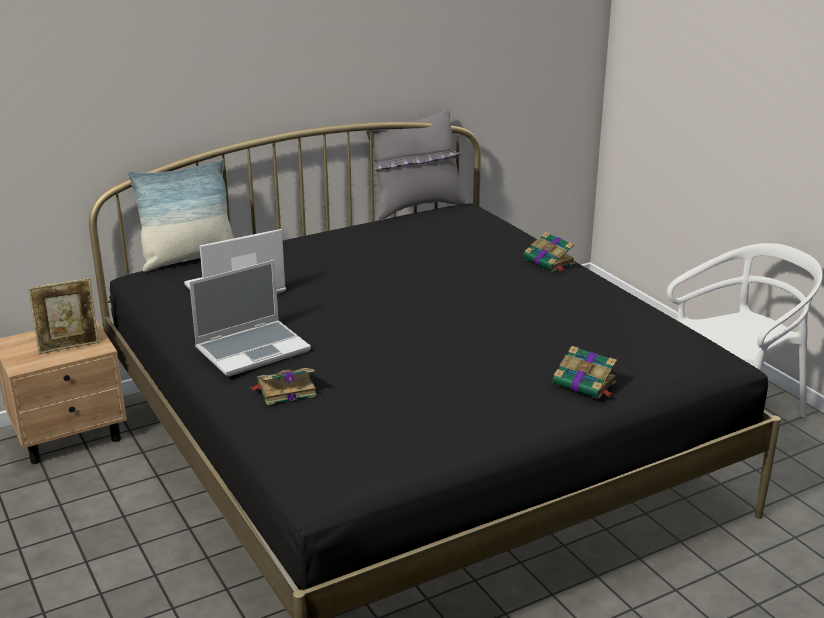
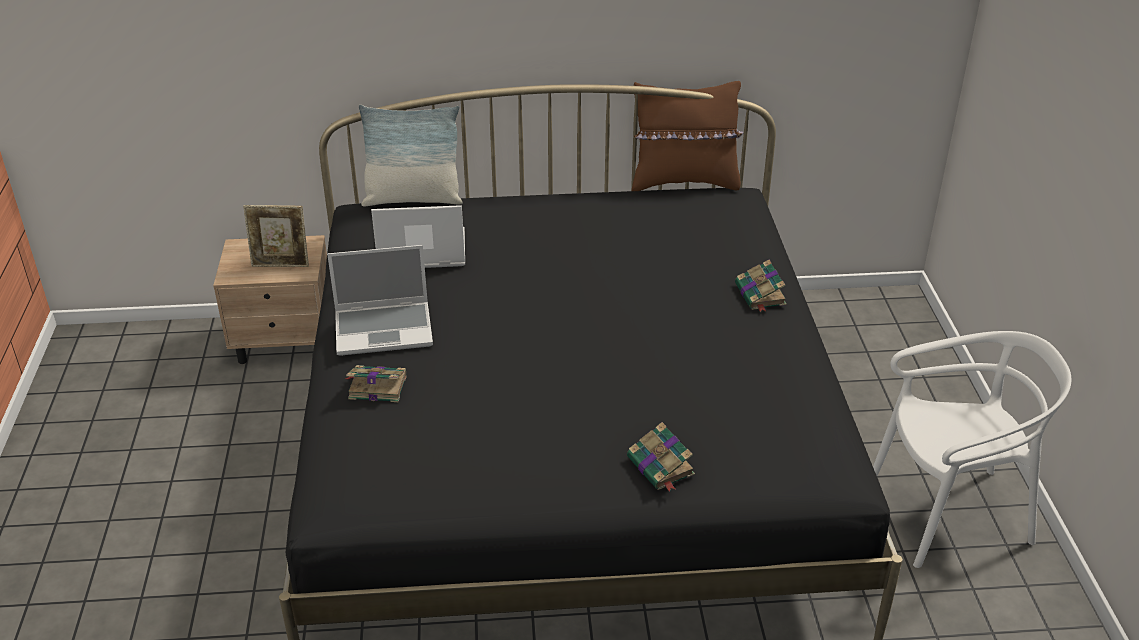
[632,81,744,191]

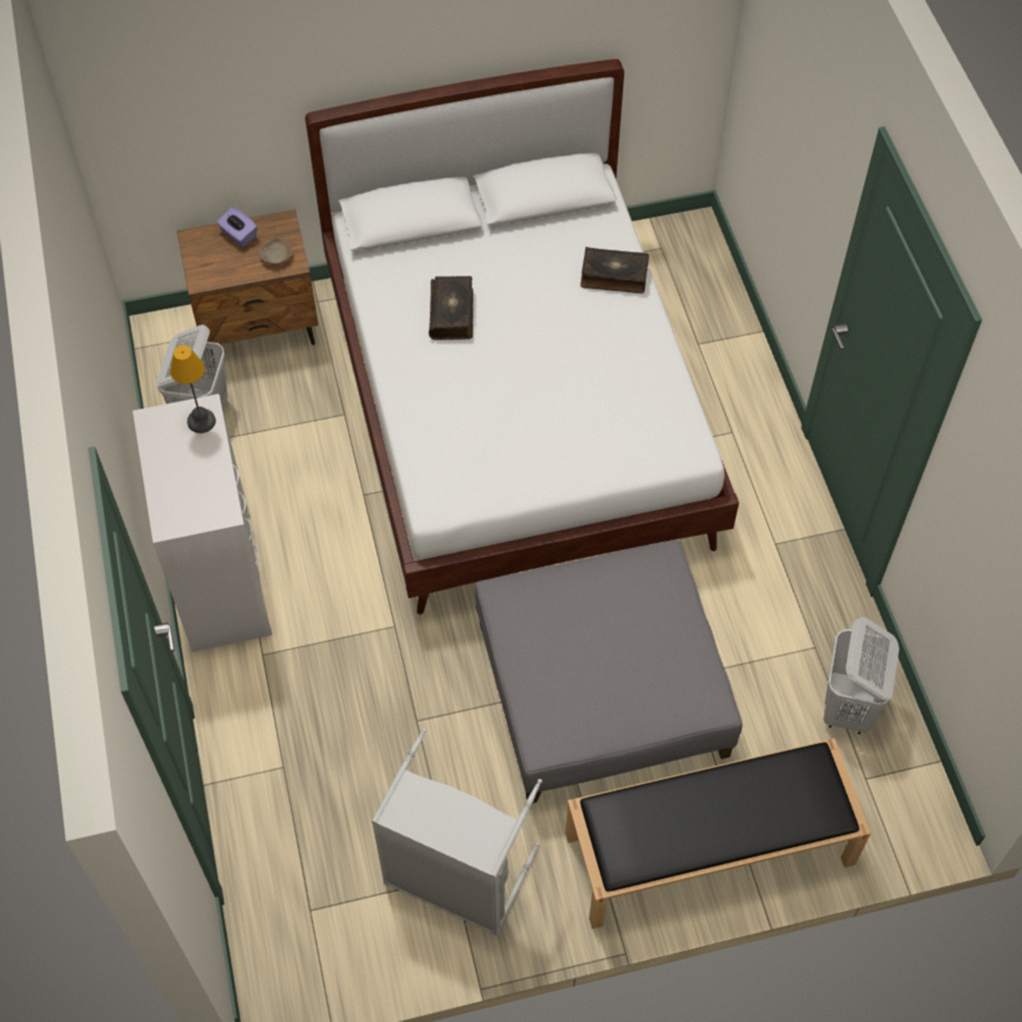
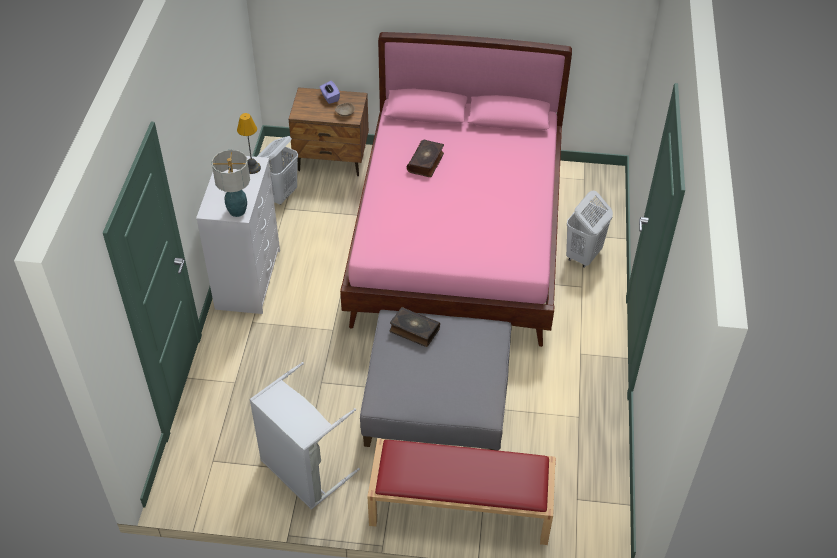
[340,32,572,347]
[390,307,440,347]
[566,191,613,268]
[367,438,556,545]
[212,150,250,217]

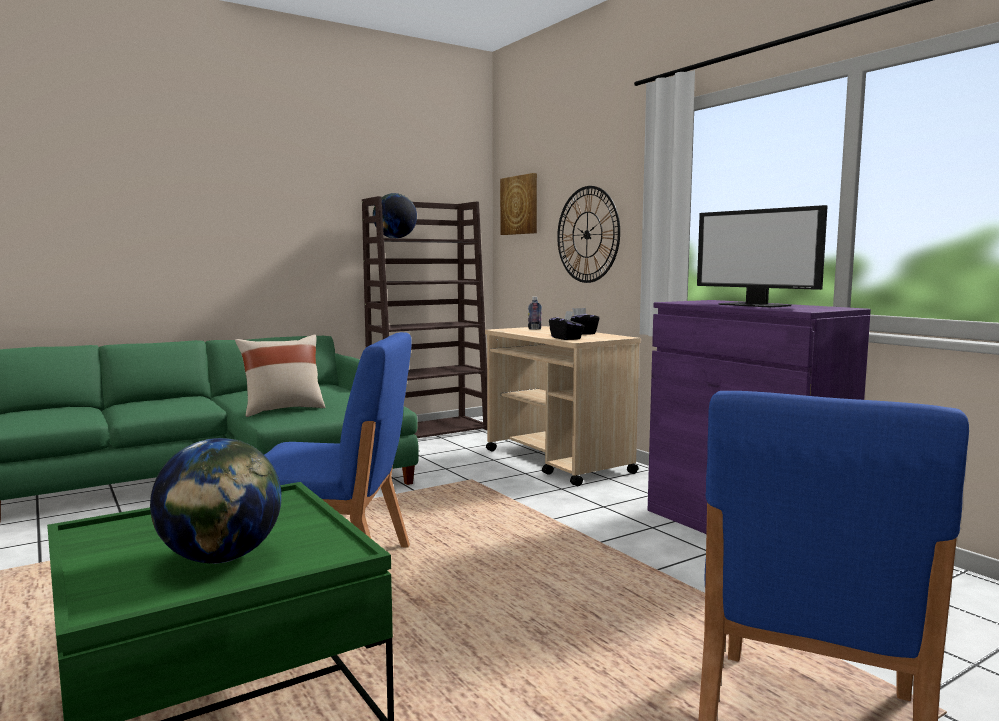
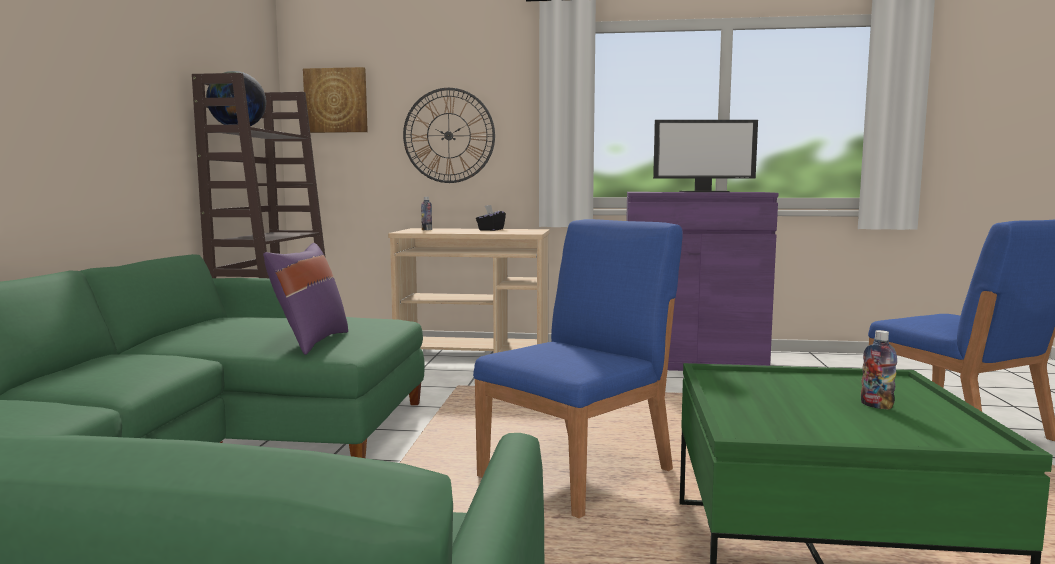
[549,311,585,340] (first image)
[263,243,348,355]
[861,330,897,410]

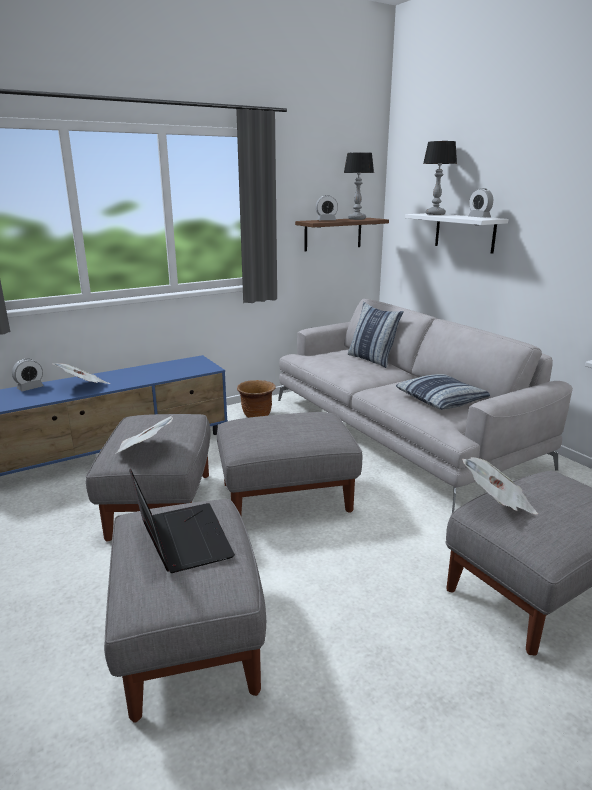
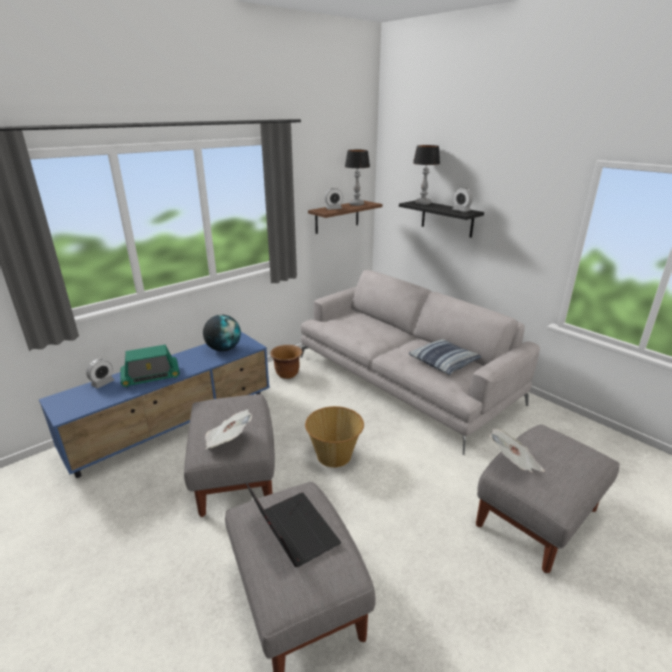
[399,201,484,238]
[348,302,404,368] (first image)
[121,345,180,388]
[305,406,364,467]
[203,315,241,352]

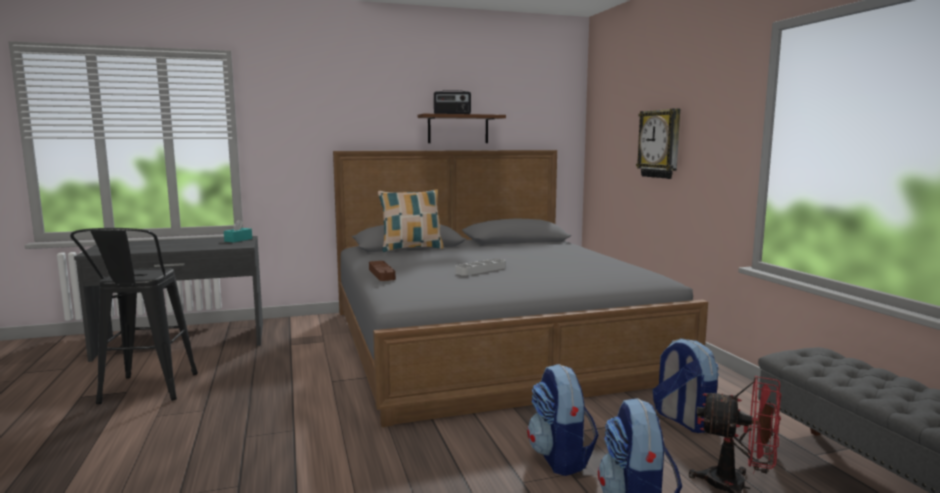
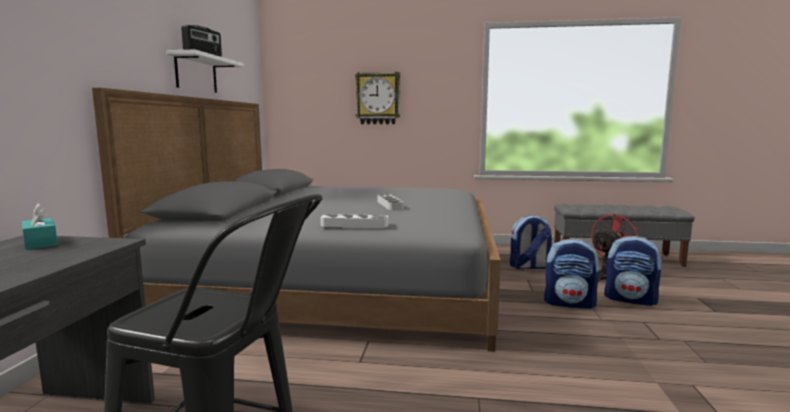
[166,50,244,93]
[378,189,443,252] (first image)
[321,214,388,228]

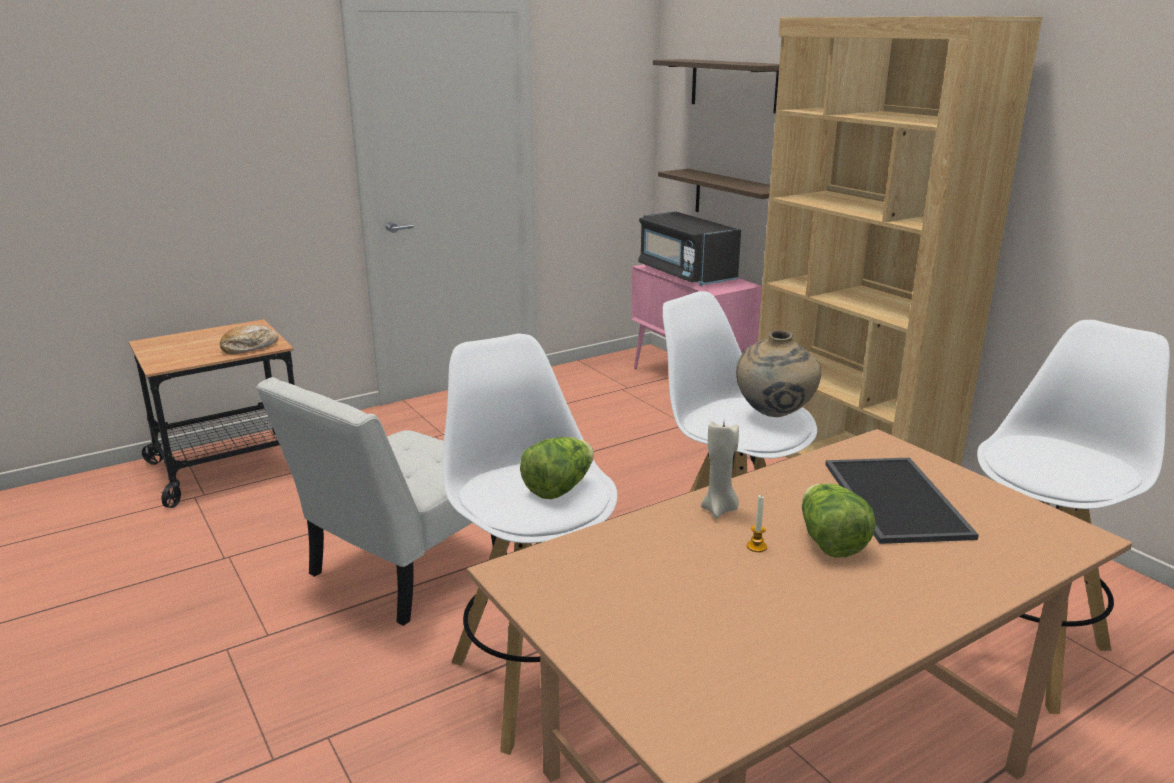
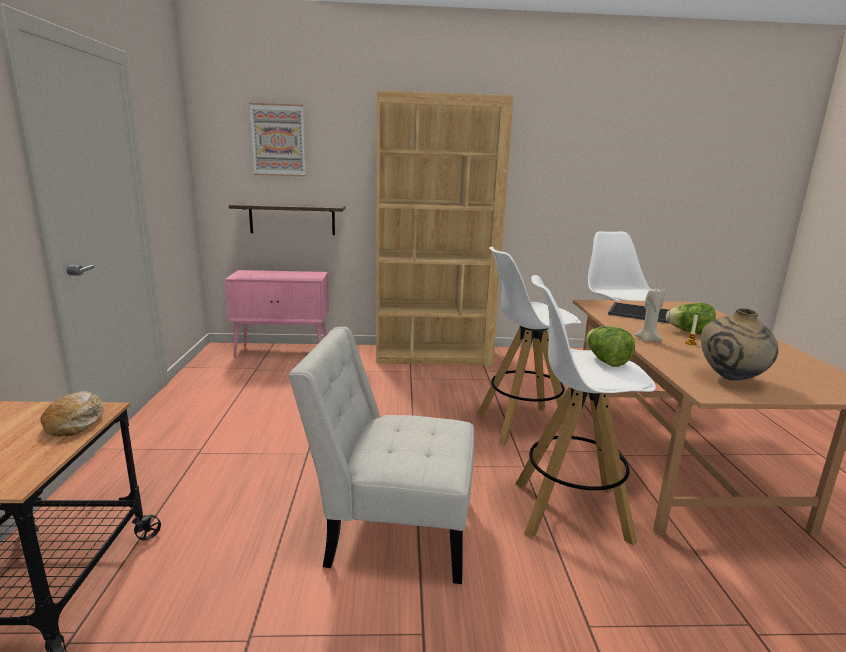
[250,103,306,176]
[638,212,741,286] (first image)
[701,308,778,381]
[289,327,474,584]

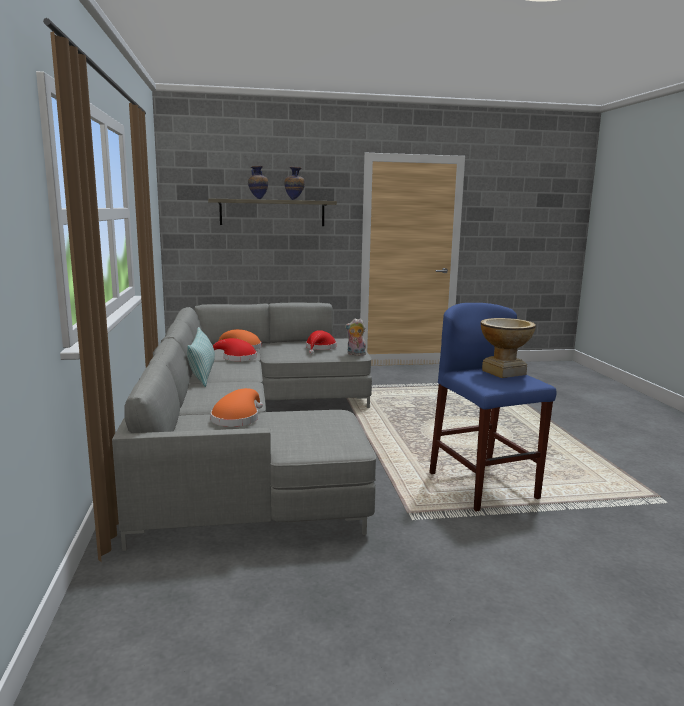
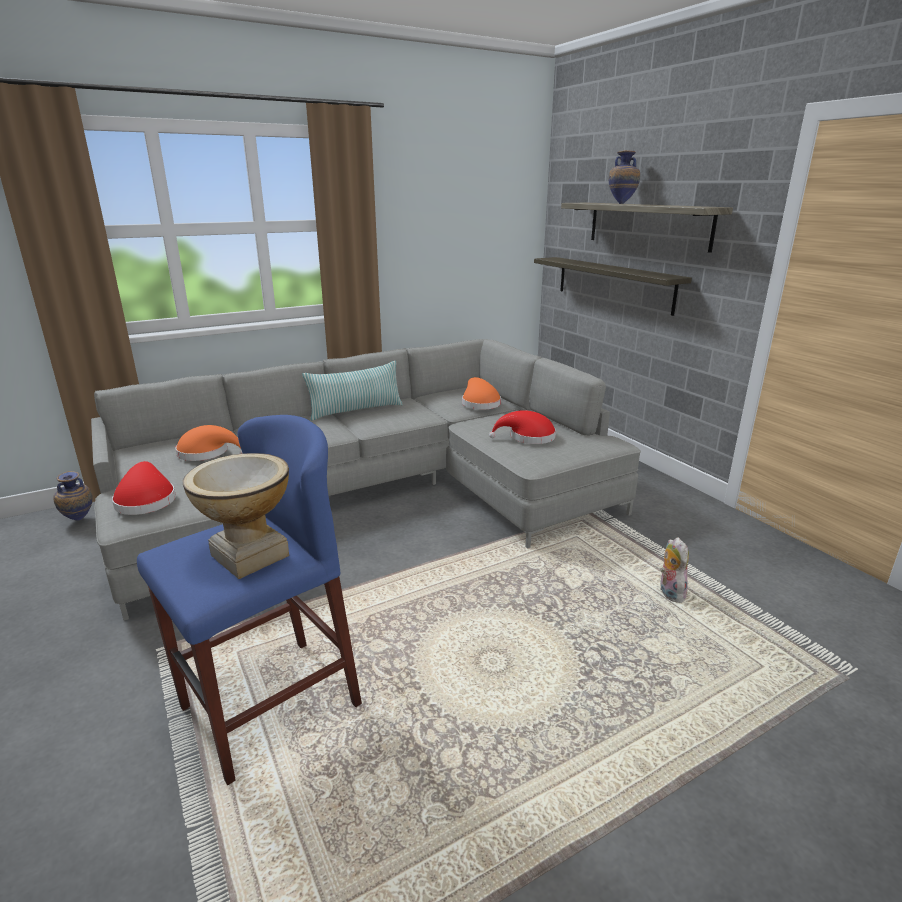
[54,471,92,521]
[660,537,689,603]
[112,461,176,515]
[534,257,692,316]

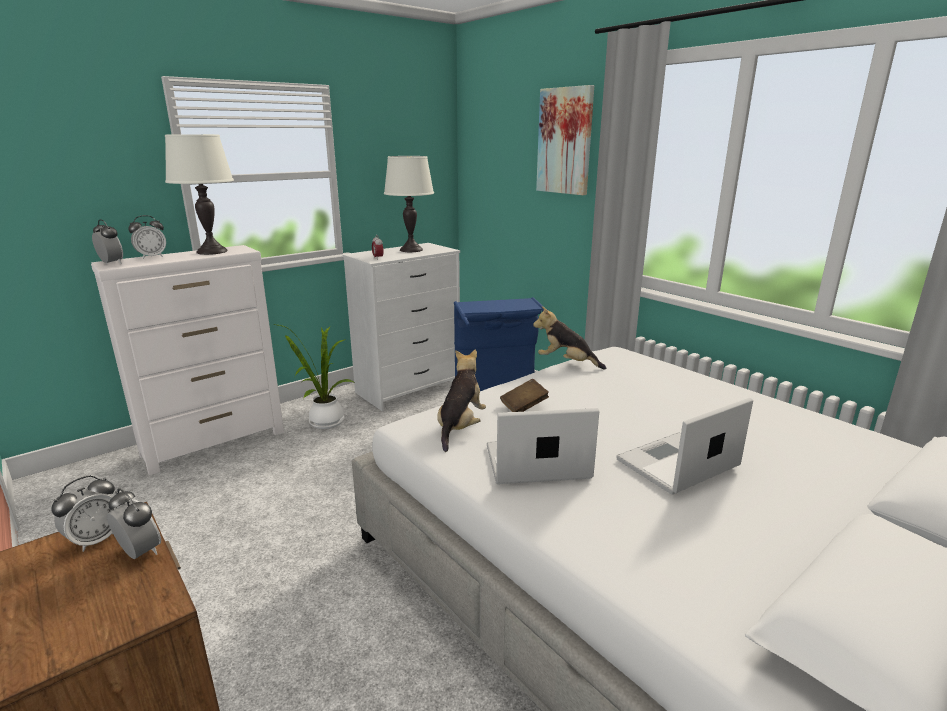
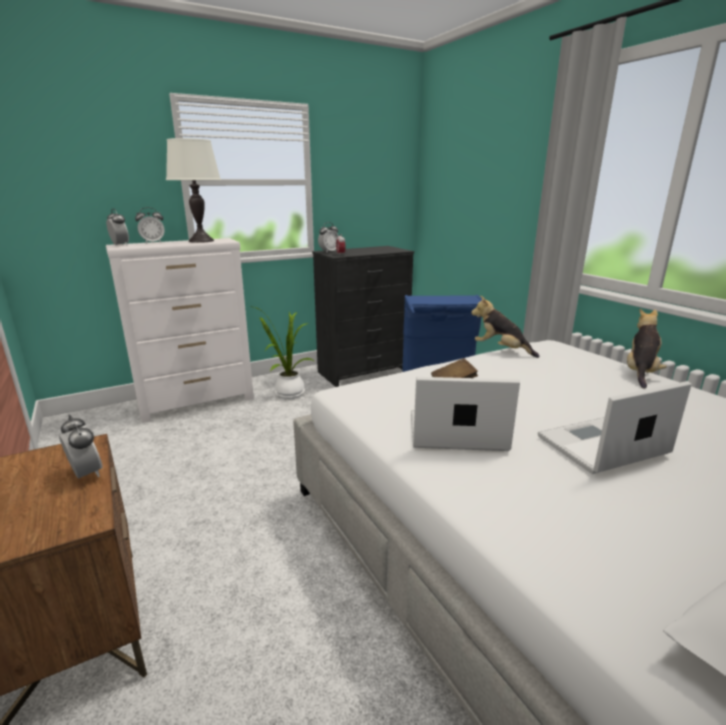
[536,85,594,195] (first image)
[384,156,434,252] (first image)
[312,246,414,387]
[627,309,667,389]
[318,222,338,252]

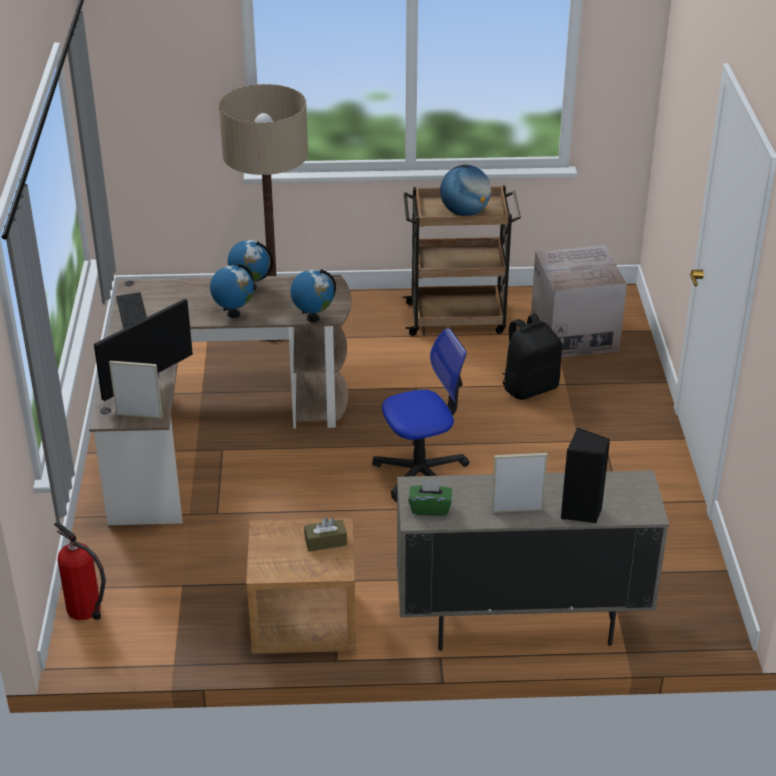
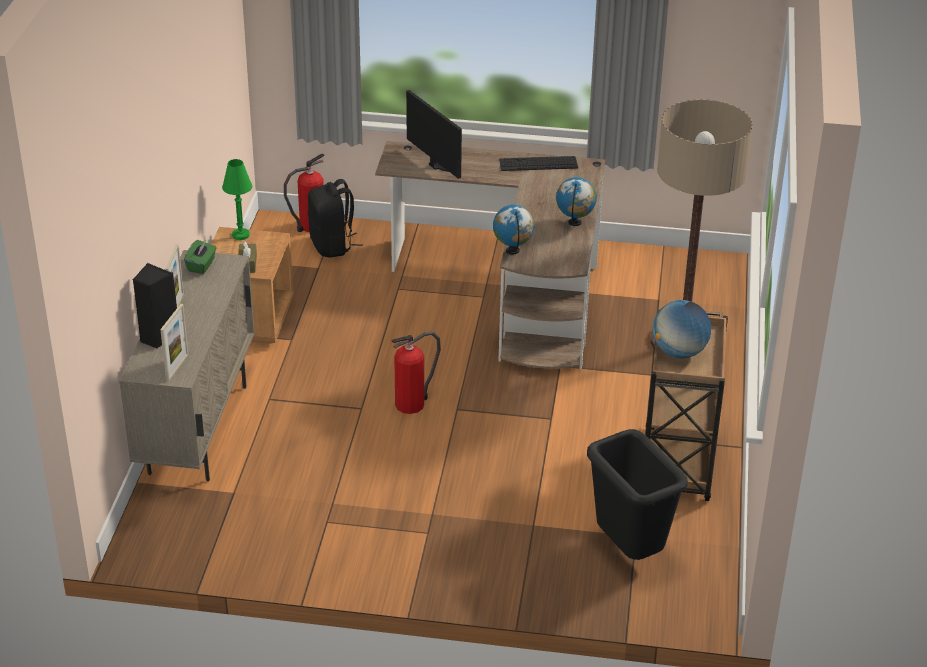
[587,429,688,560]
[210,264,254,318] (first image)
[308,179,363,258]
[392,331,441,414]
[160,304,189,381]
[222,159,252,240]

